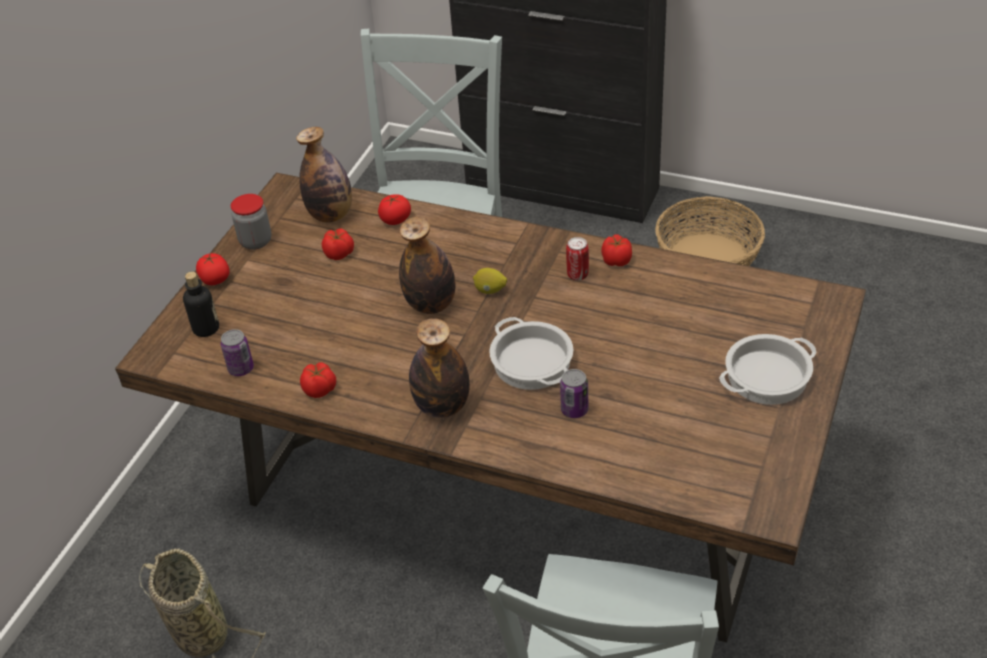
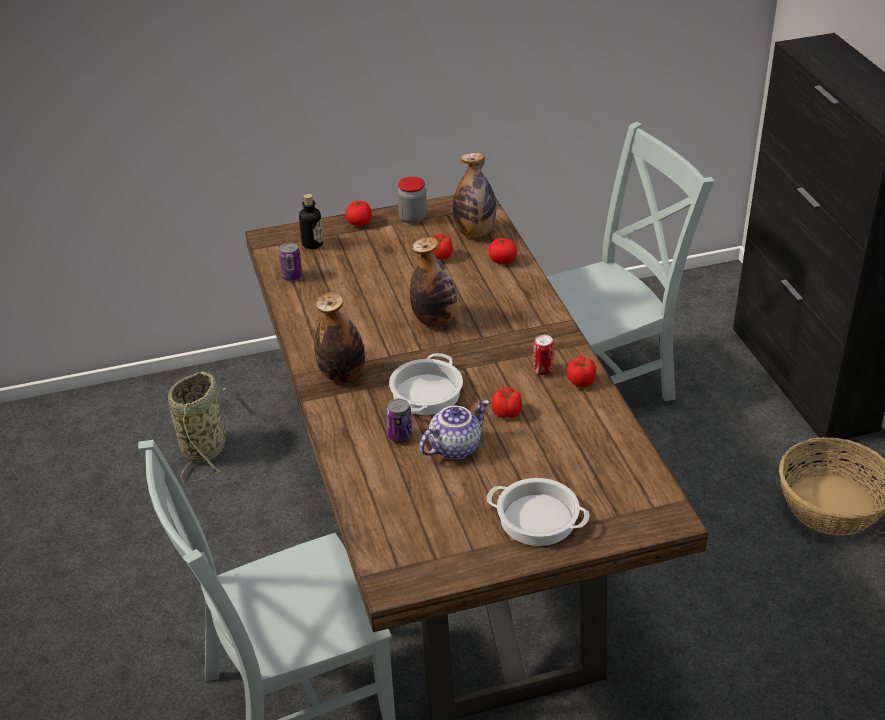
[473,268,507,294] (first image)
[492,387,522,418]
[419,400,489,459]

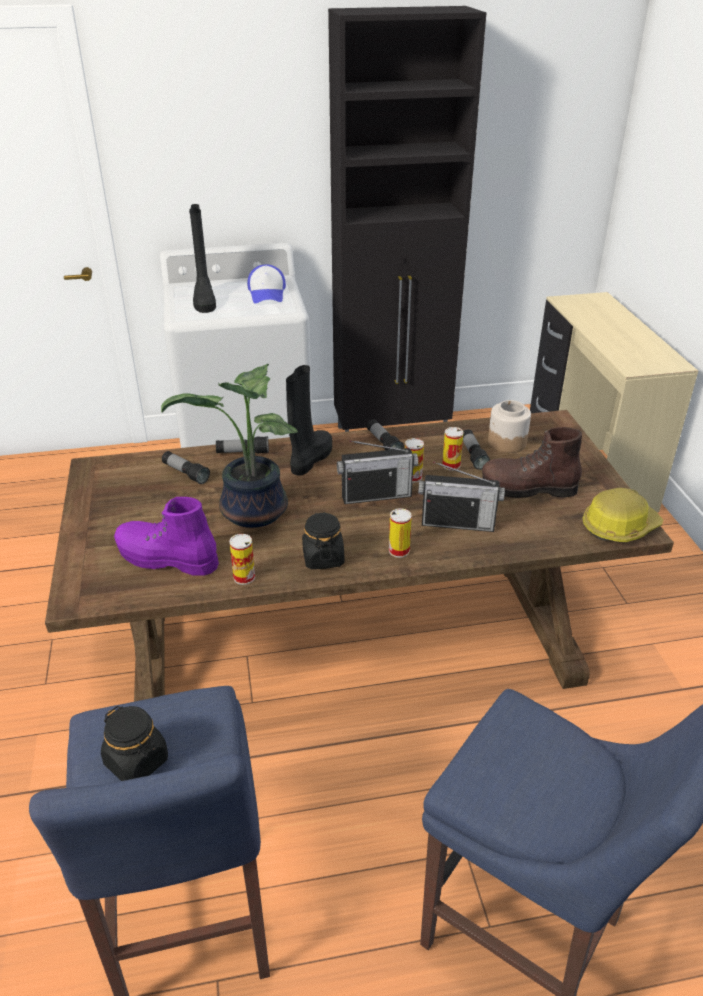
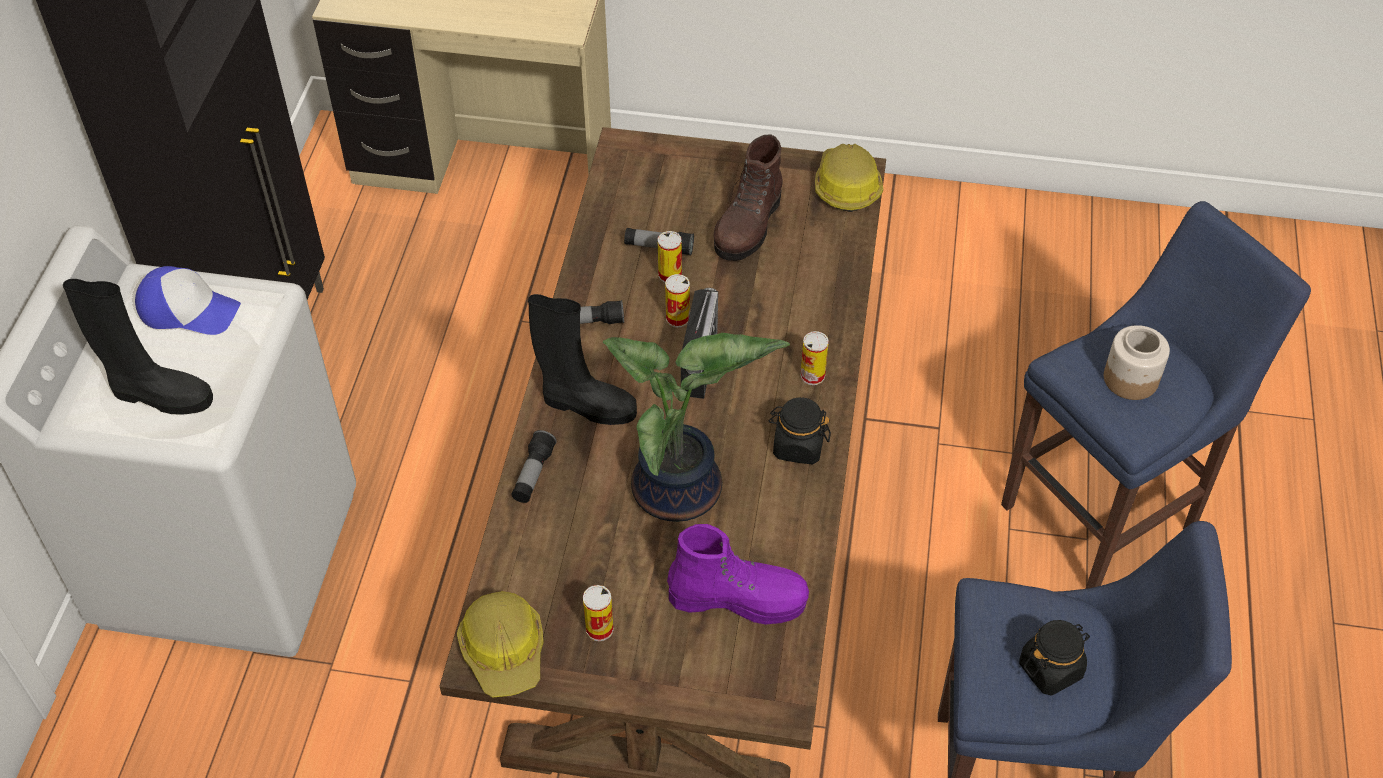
[528,294,637,425]
[1104,325,1170,400]
[162,451,210,484] (first image)
[418,461,505,532] (first image)
[667,524,809,625]
[583,585,614,641]
[457,591,543,697]

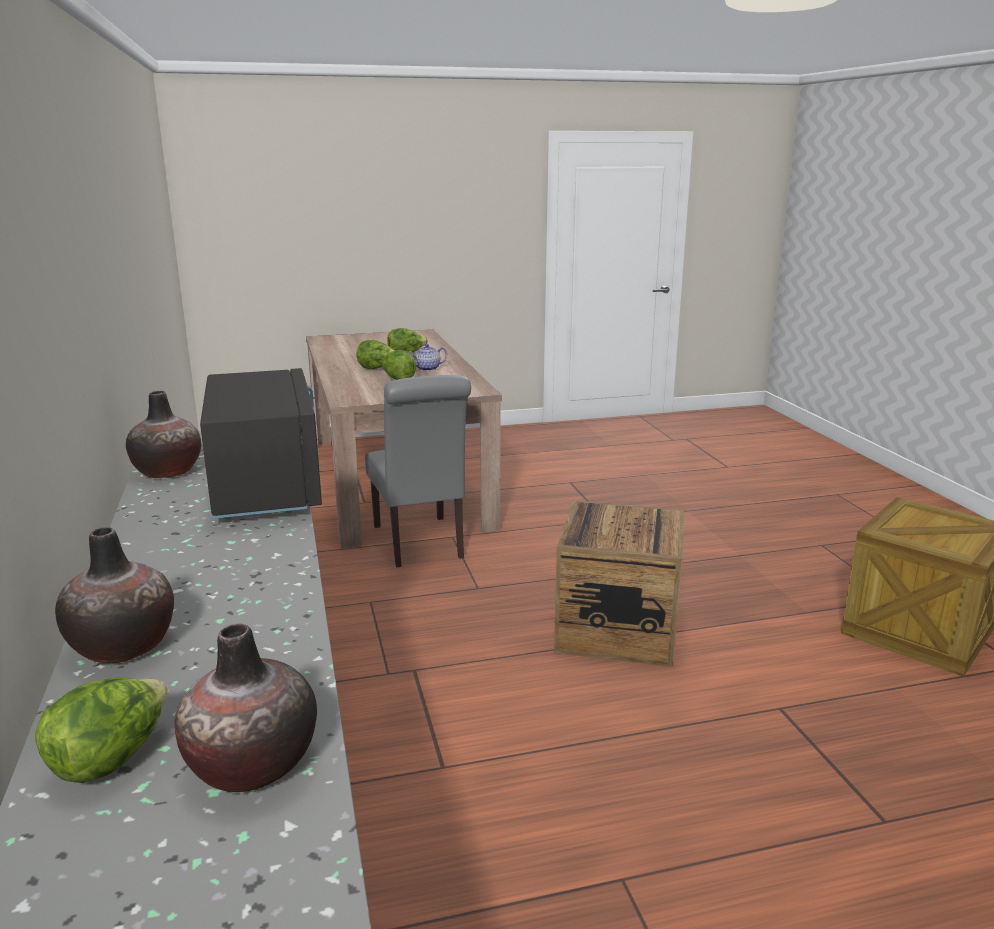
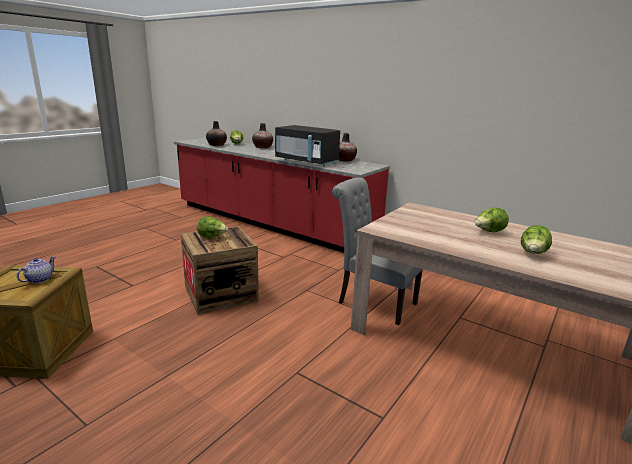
[17,256,56,283]
[197,216,228,238]

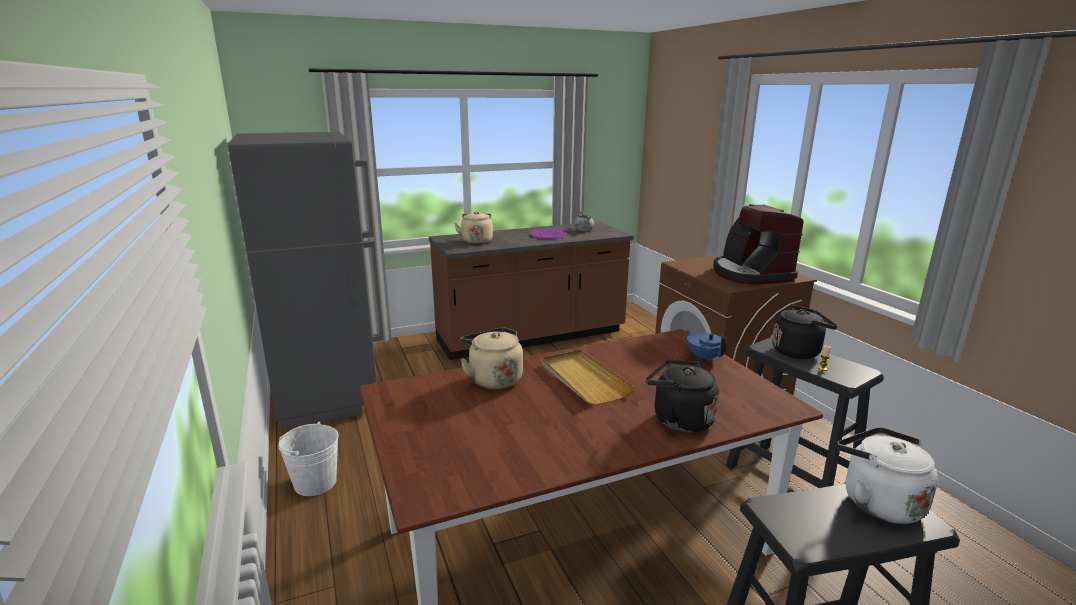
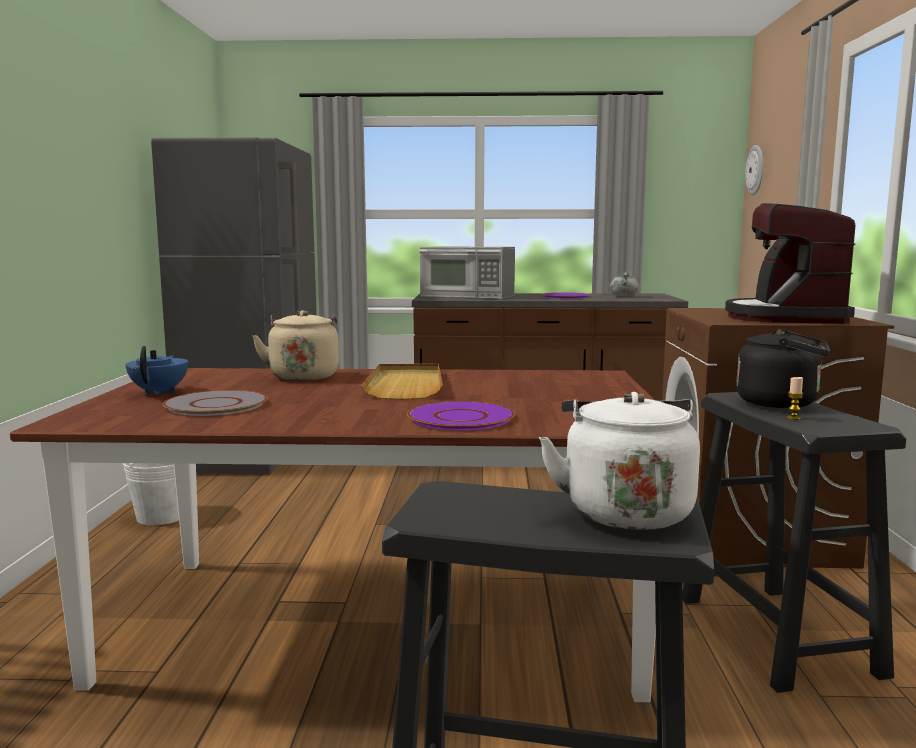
[419,246,515,299]
[125,346,188,395]
[407,401,515,431]
[745,145,763,195]
[163,390,268,416]

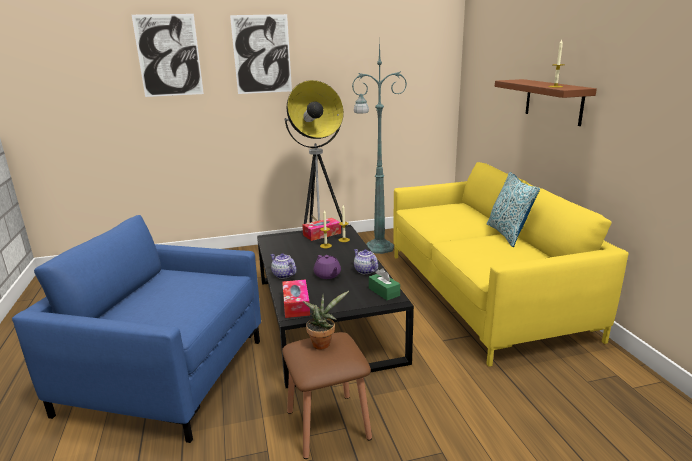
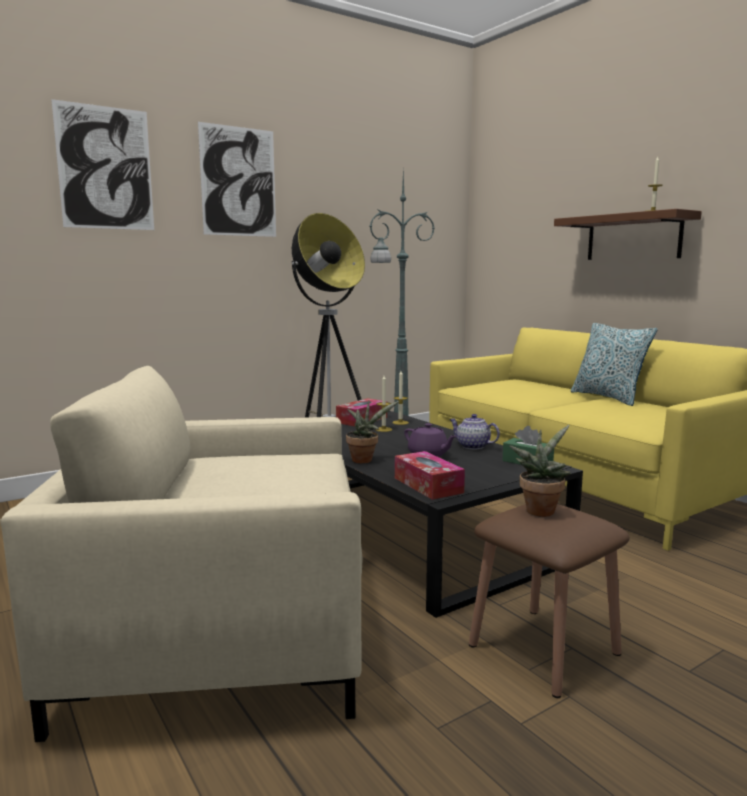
[0,366,363,742]
[346,400,399,463]

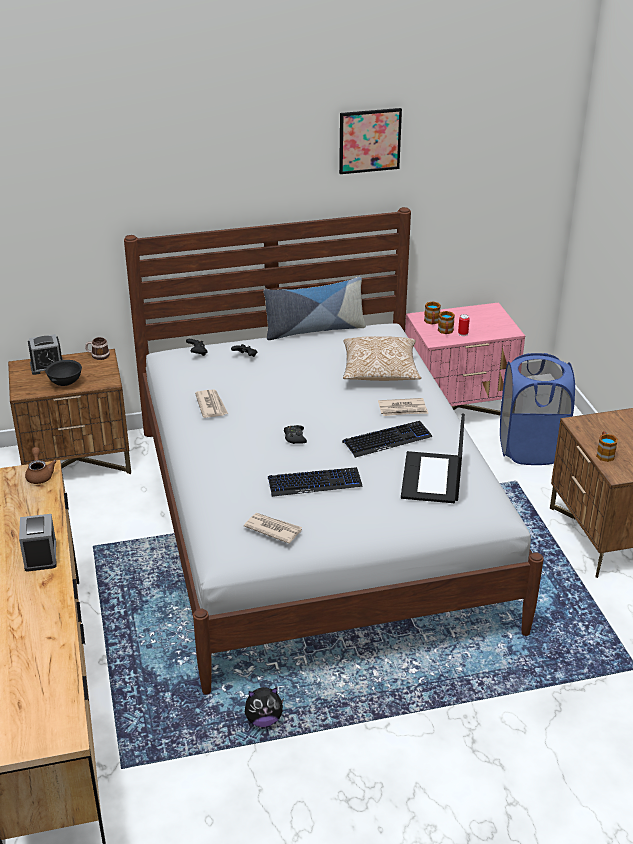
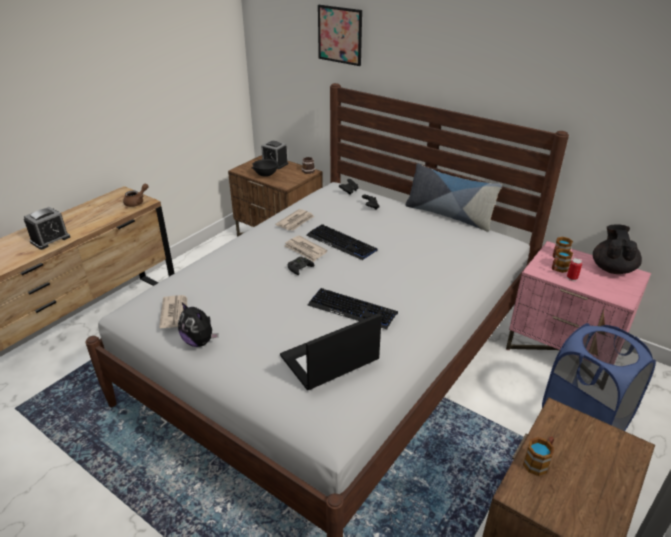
[318,5,362,66]
[343,336,421,381] (first image)
[285,236,327,262]
[306,224,378,260]
[178,303,218,347]
[593,224,642,274]

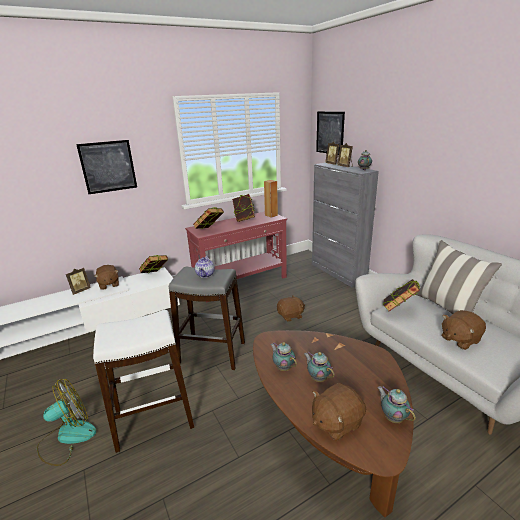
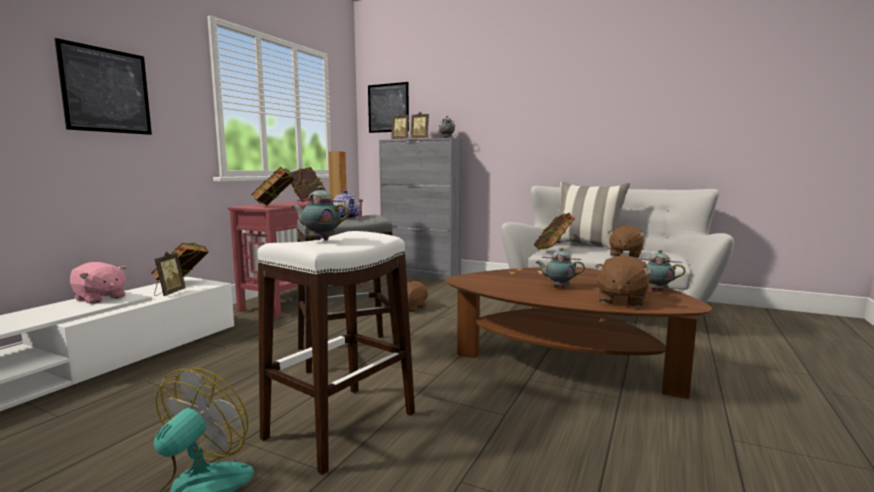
[70,262,127,304]
[154,252,186,296]
[292,186,349,240]

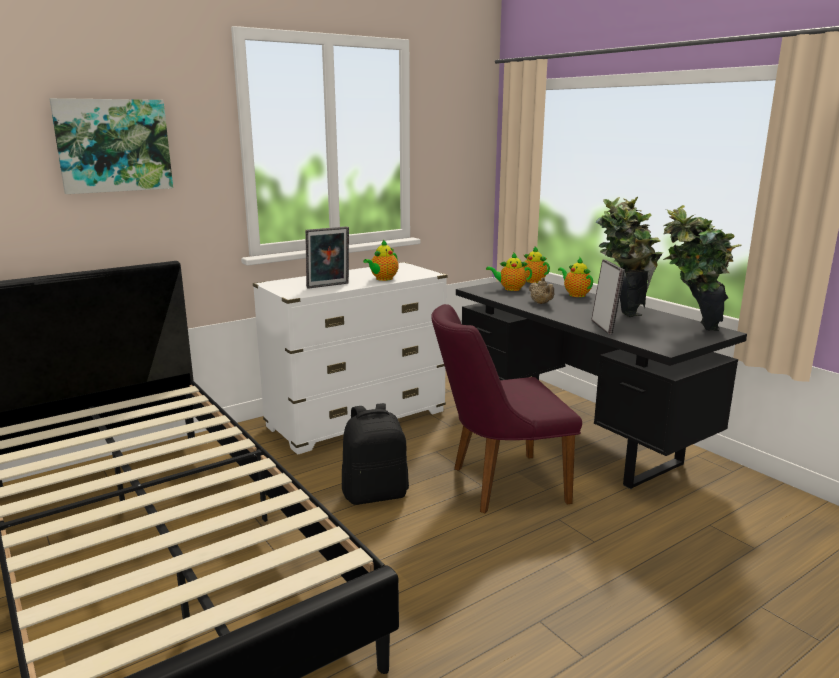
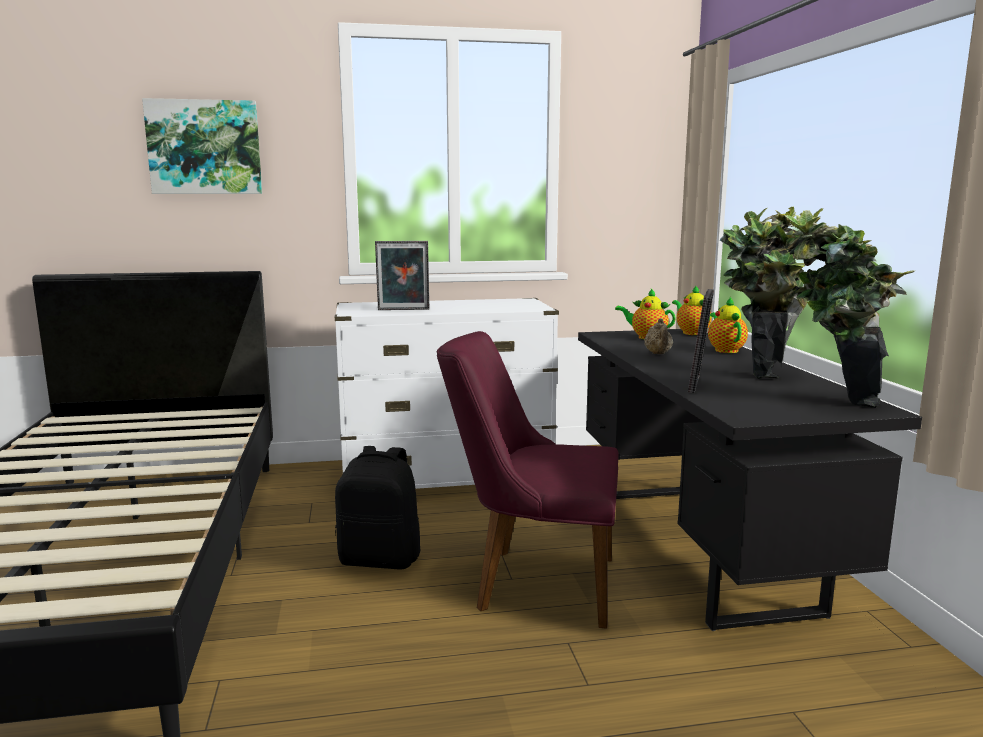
[363,239,399,281] (first image)

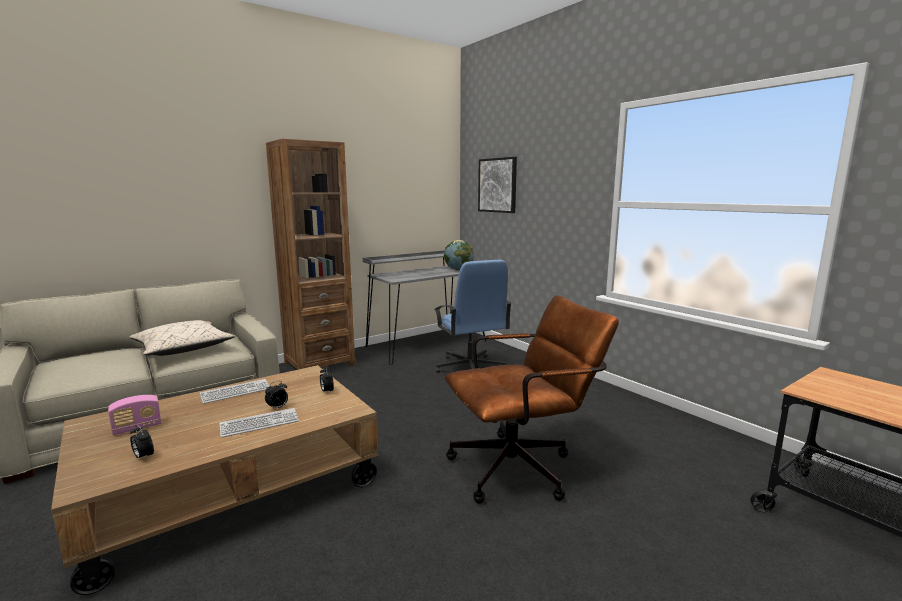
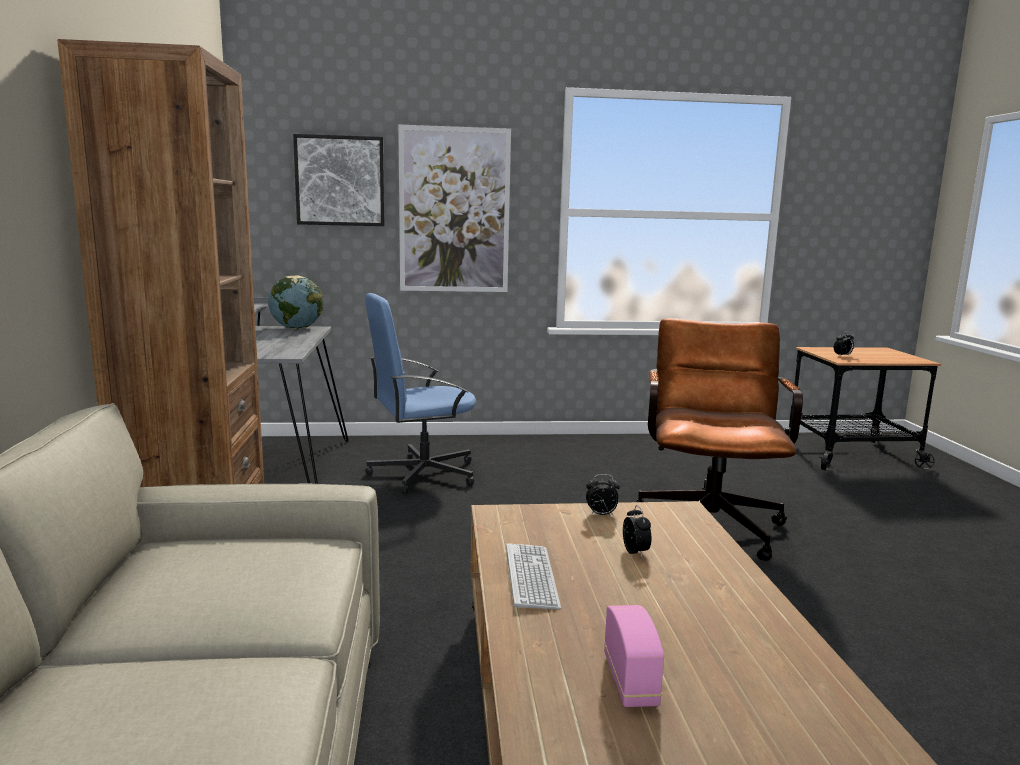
[365,293,476,494]
[129,320,235,356] (first image)
[220,408,299,437] (first image)
[834,331,854,357]
[398,124,511,292]

